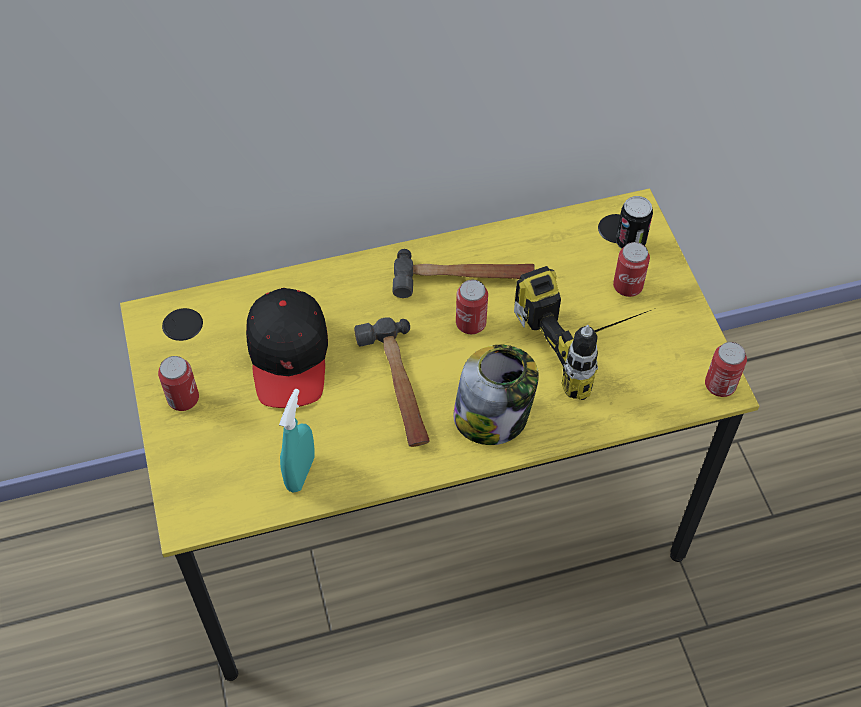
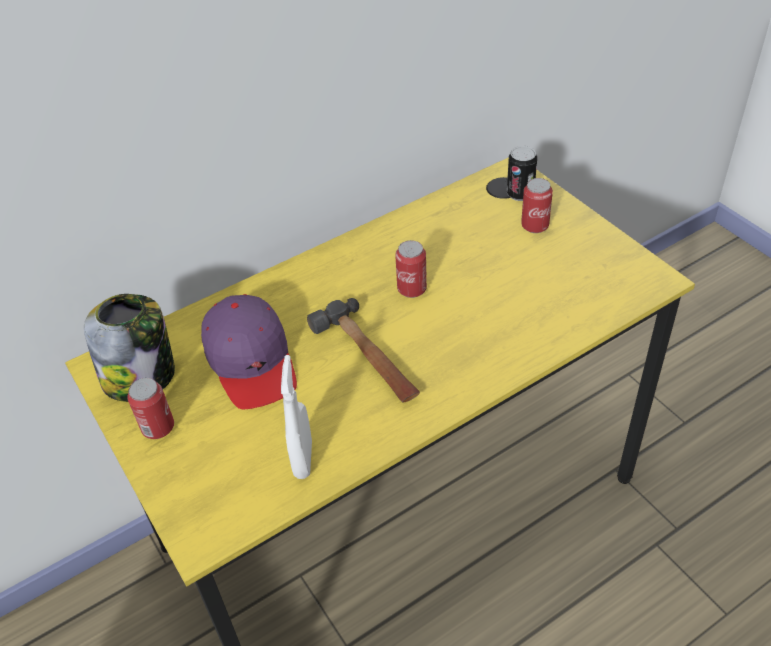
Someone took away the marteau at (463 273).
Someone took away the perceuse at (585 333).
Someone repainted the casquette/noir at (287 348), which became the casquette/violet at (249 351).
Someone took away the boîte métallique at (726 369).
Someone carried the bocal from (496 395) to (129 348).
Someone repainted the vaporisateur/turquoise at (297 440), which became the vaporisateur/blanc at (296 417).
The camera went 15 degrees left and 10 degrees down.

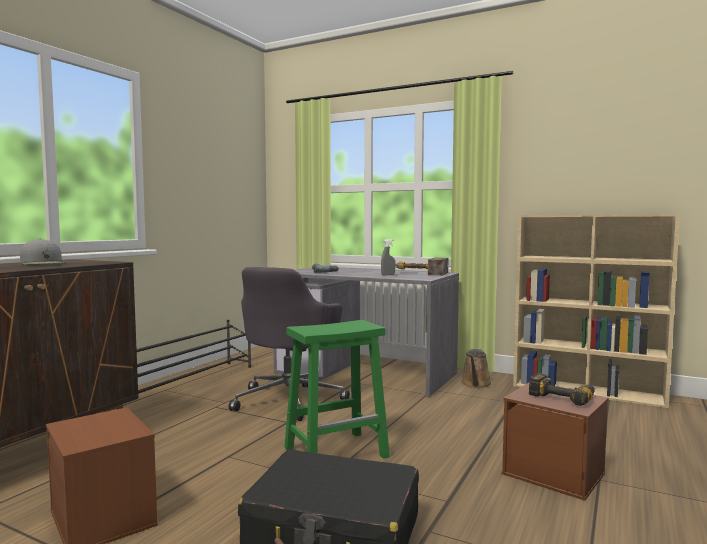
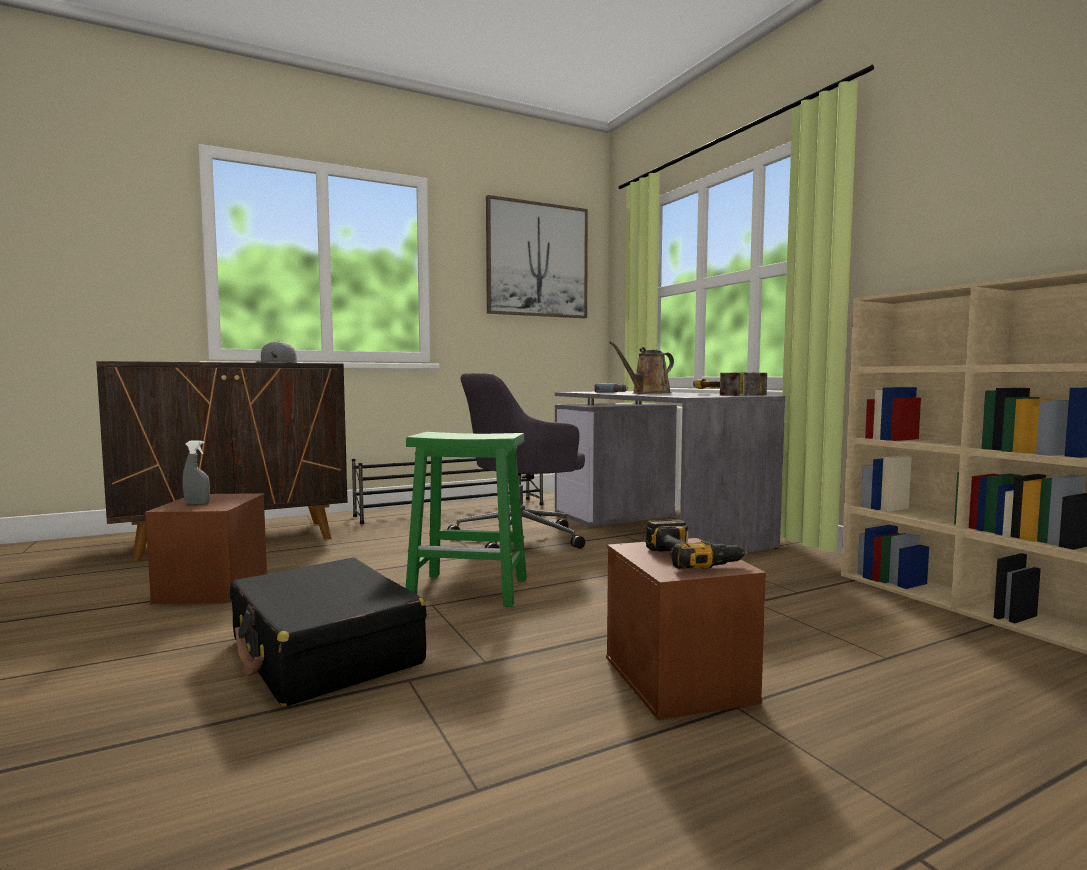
Someone carried the vaporisateur/gris from (388 257) to (196 472).
Someone carried the arrosoir/marron from (476 368) to (642 368).
Someone put up the tableau at (537 256).
The camera went 35 degrees right and 0 degrees up.

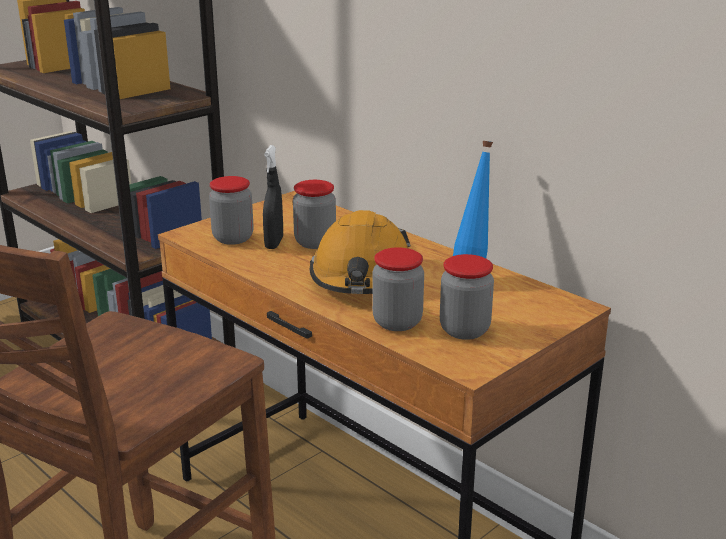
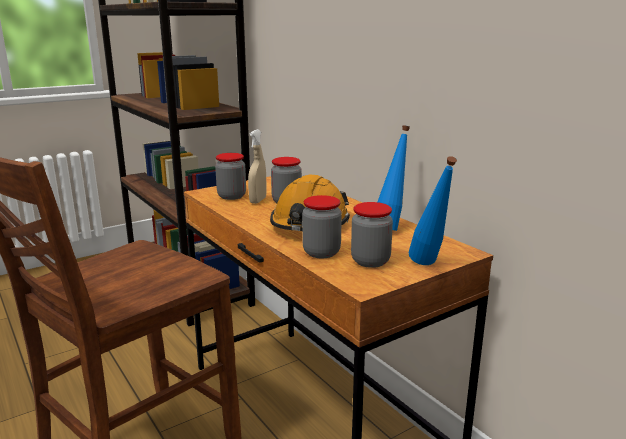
Someone repainted the vaporisateur/noir at (273 197), which became the vaporisateur/beige at (257 167).
Someone put down the bouteille/bleu at (433 210).
The camera went 10 degrees right and 5 degrees down.

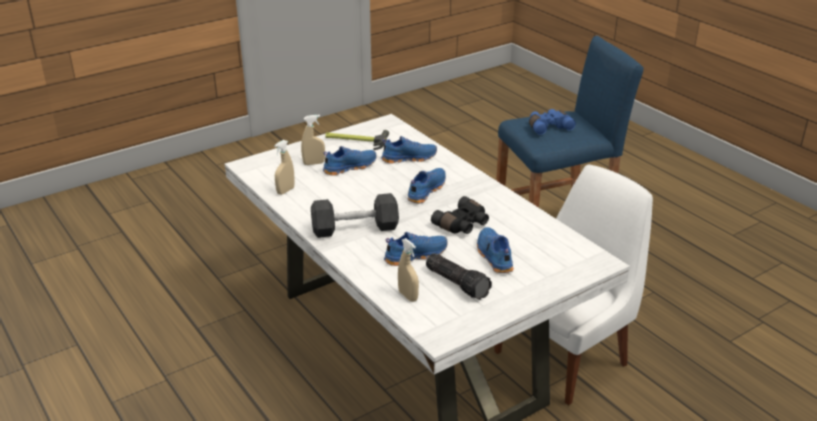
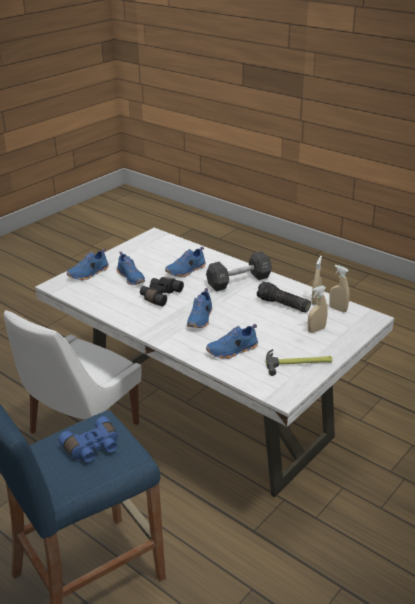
Someone carried the chaussure/bleu from (350 161) to (88 264).
Someone carried the vaporisateur/beige from (408 270) to (339 288).
Someone carried the lampe de poche from (459 276) to (284 297).
The camera went 165 degrees right and 0 degrees up.

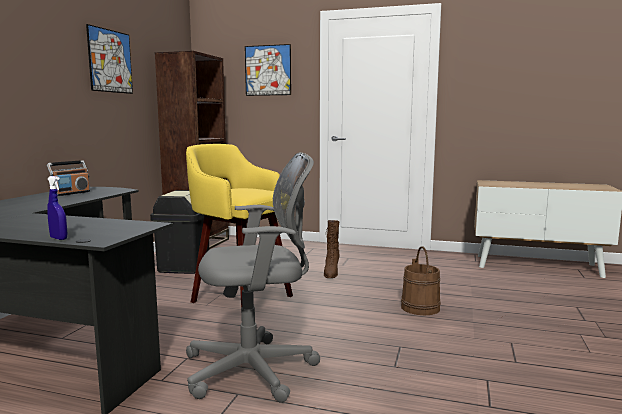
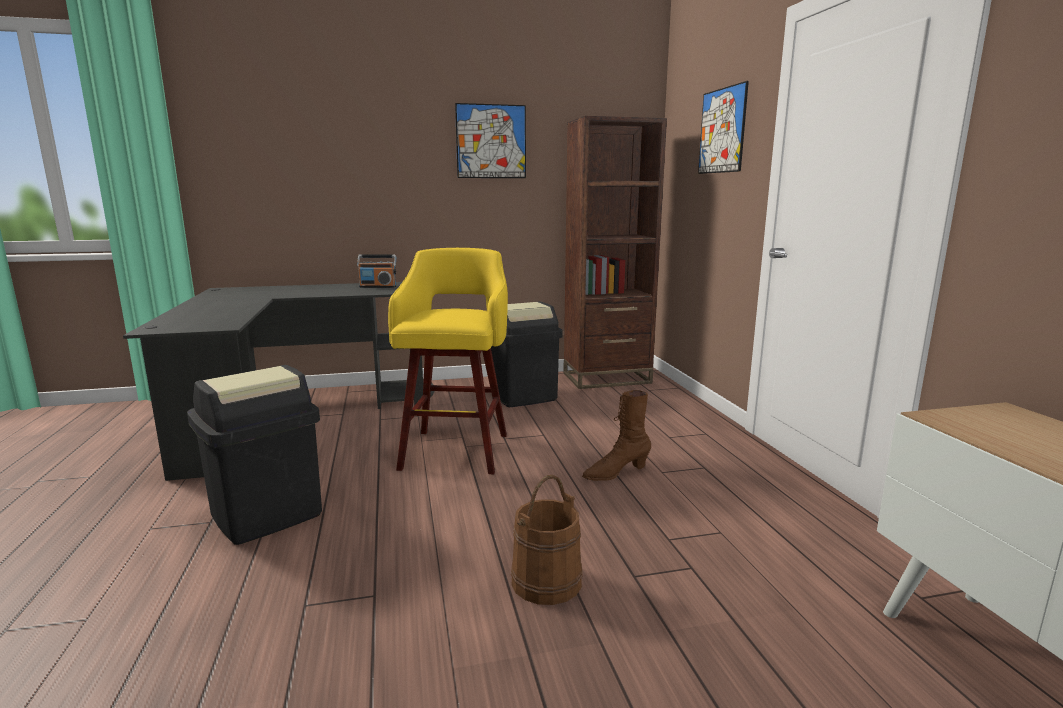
Someone swapped the chaise de bureau/gris at (253 277) for the poubelle/noir at (254 455).
Someone took away the vaporisateur/bleu at (57 208).
The camera went 60 degrees right and 5 degrees up.

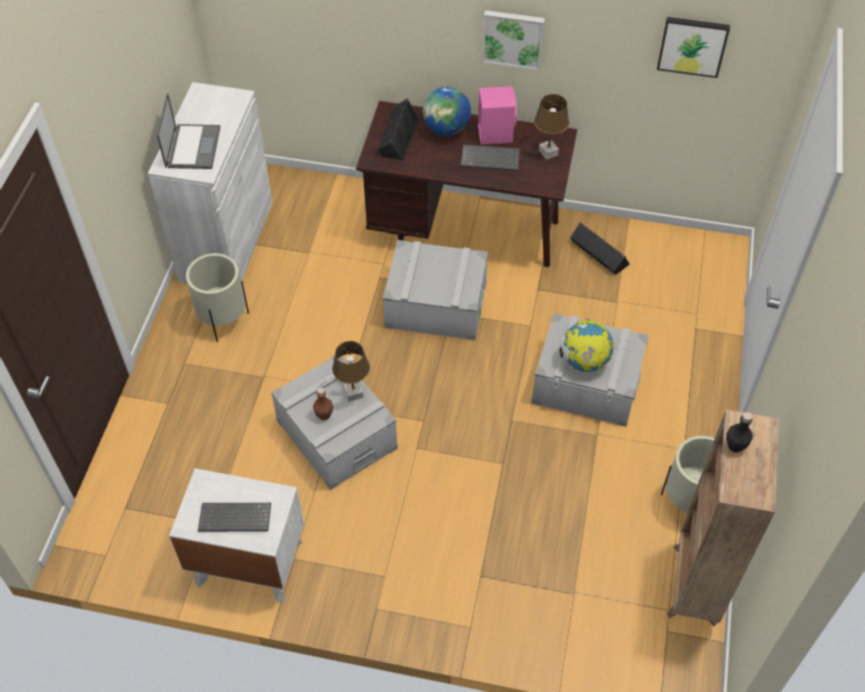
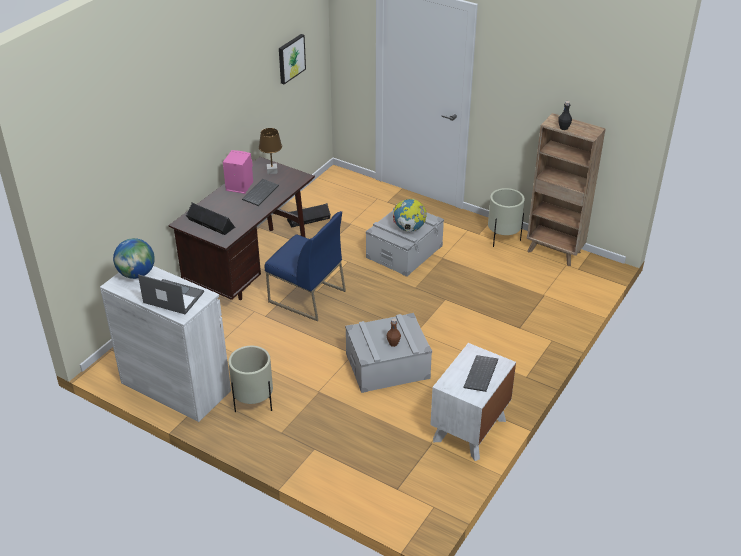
Someone took away the tableau at (513 40).
Someone carried the globe from (447 111) to (134 258).
Someone swapped the boîte de rangement/gris at (435 290) for the chaise/bleu at (305 266).
Someone took away the lampe de table/marron at (351 371).
The camera went 70 degrees left and 15 degrees down.

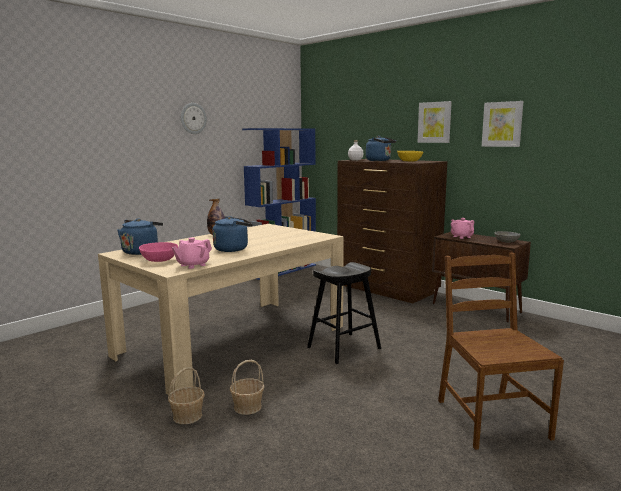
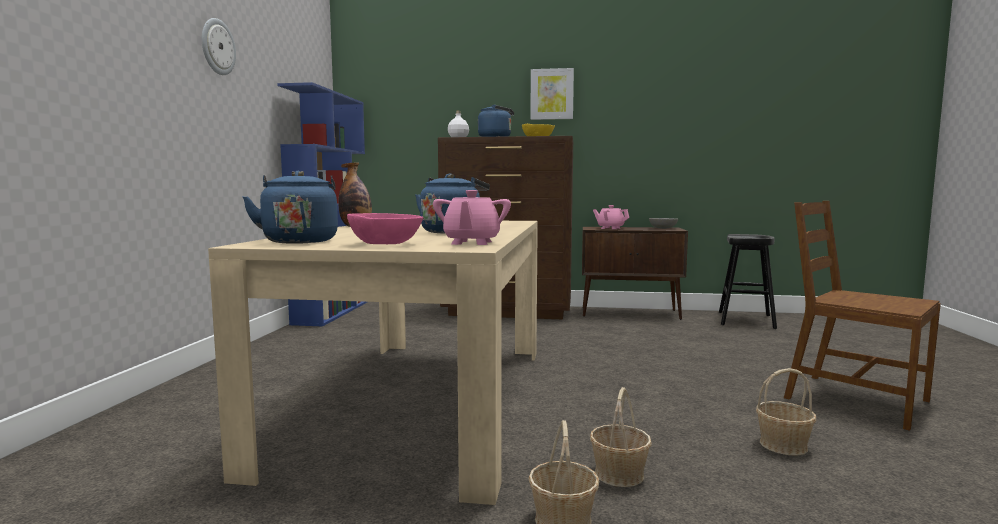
Someone took away the tableau at (503 124).
Someone carried the tabouret/noir from (344 313) to (748 281).
Someone put down the panier at (786 412).
The camera went 35 degrees left and 5 degrees down.

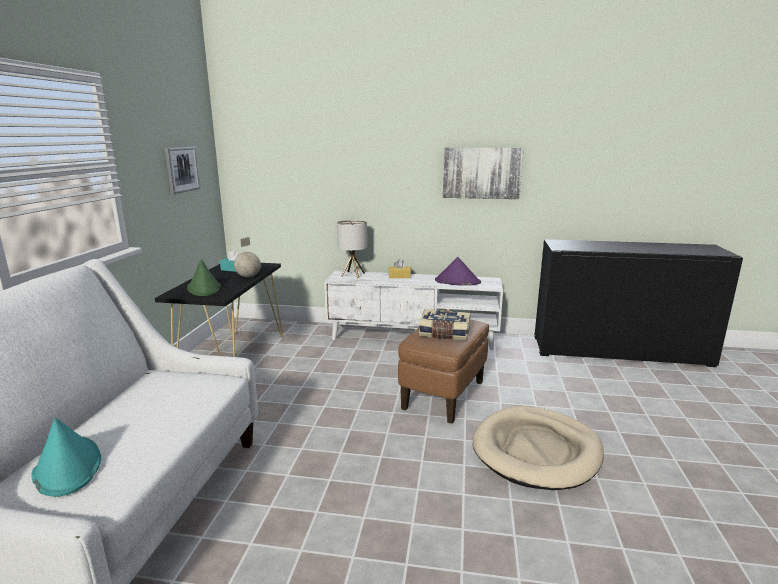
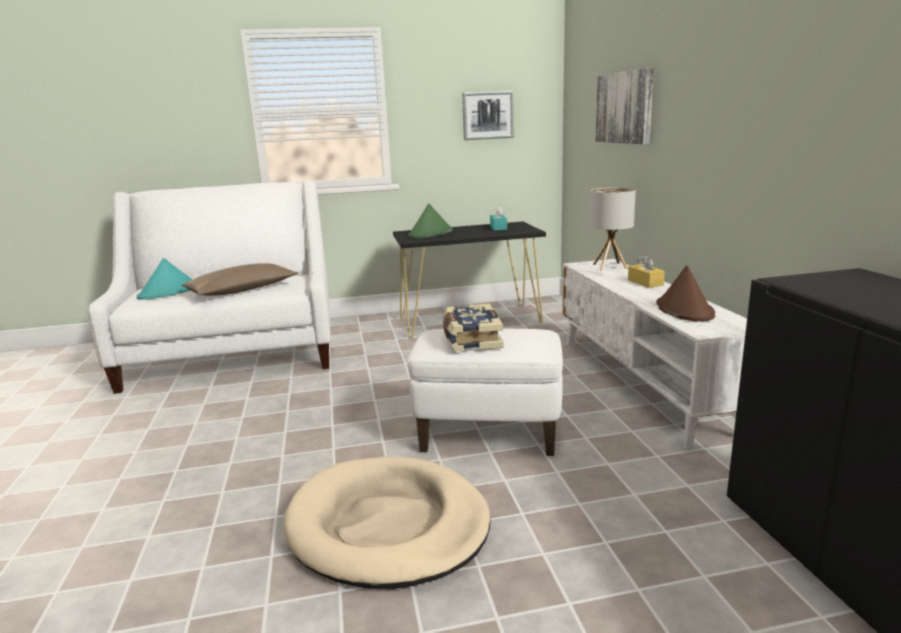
Someone carried the tableau from (483 173) to (625 105).
Someone took away the globe at (247 257).
Someone repainted the chapeau/violet at (458 271), which became the chapeau/marron at (685 293).
Someone repainted the pouf/marron at (443 371), which became the pouf/blanc at (485 392).
Someone put down the coussin/marron at (240 279).
The camera went 70 degrees right and 0 degrees up.

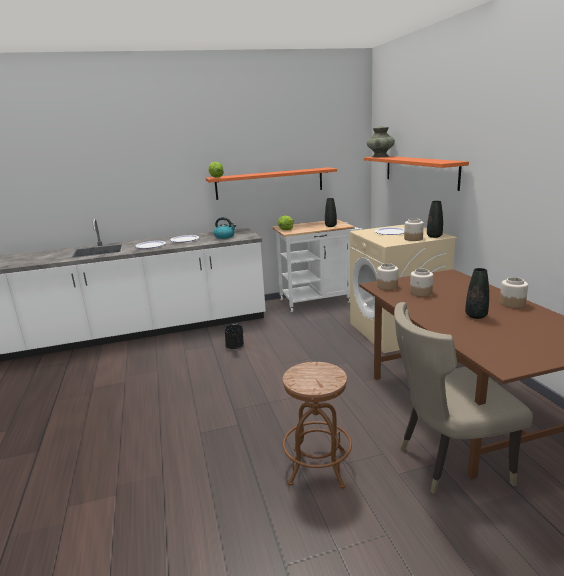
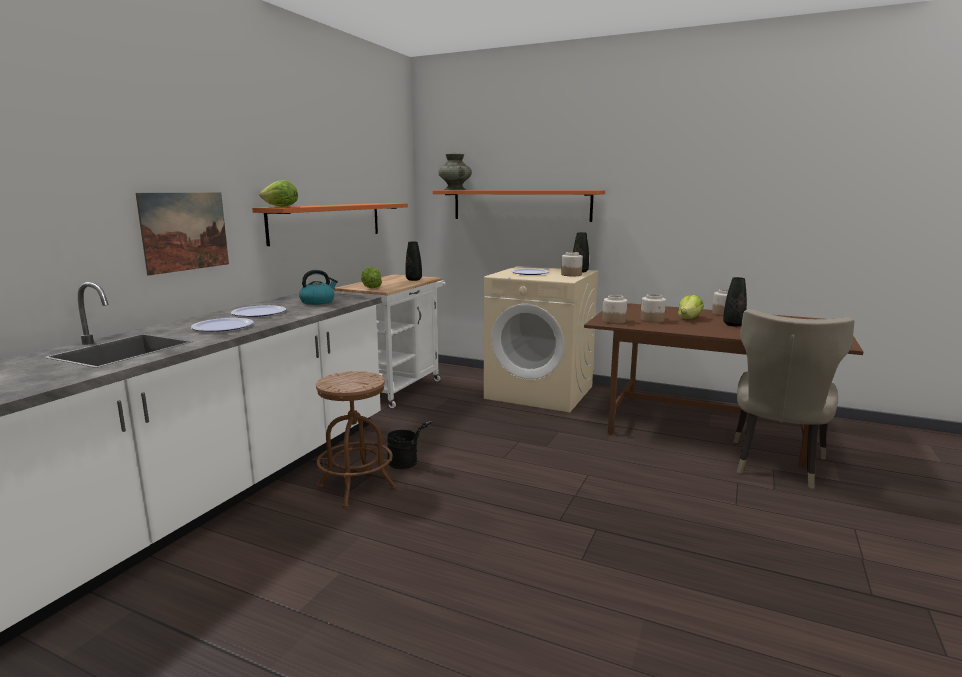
Someone carried the tabouret/marron from (317 425) to (356 439).
Someone put up the tableau at (182 233).
Someone put down the laitue at (691 307).
The camera went 50 degrees left and 5 degrees down.

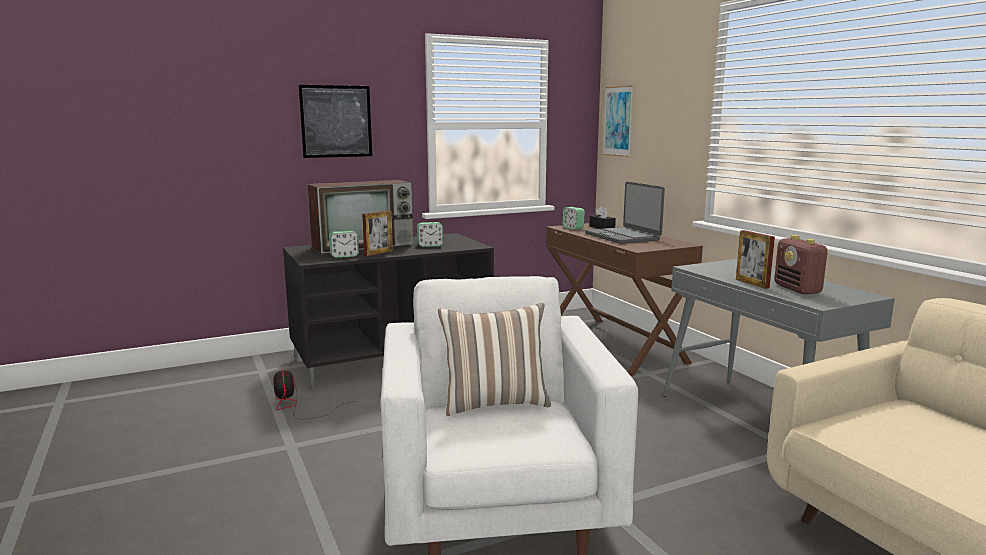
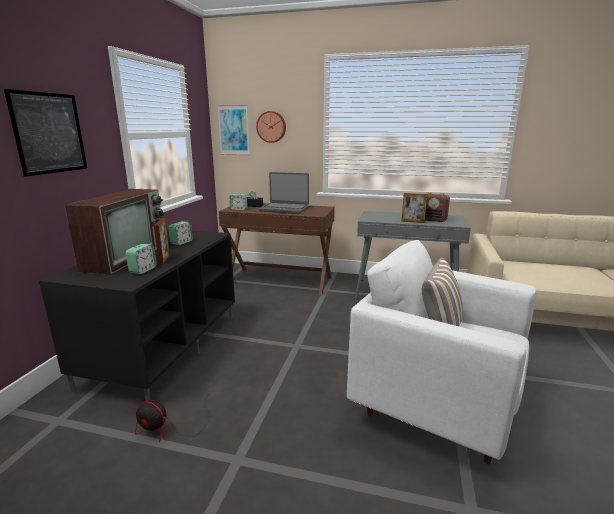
Someone put up the horloge murale at (271 127).
The camera went 50 degrees left and 5 degrees up.

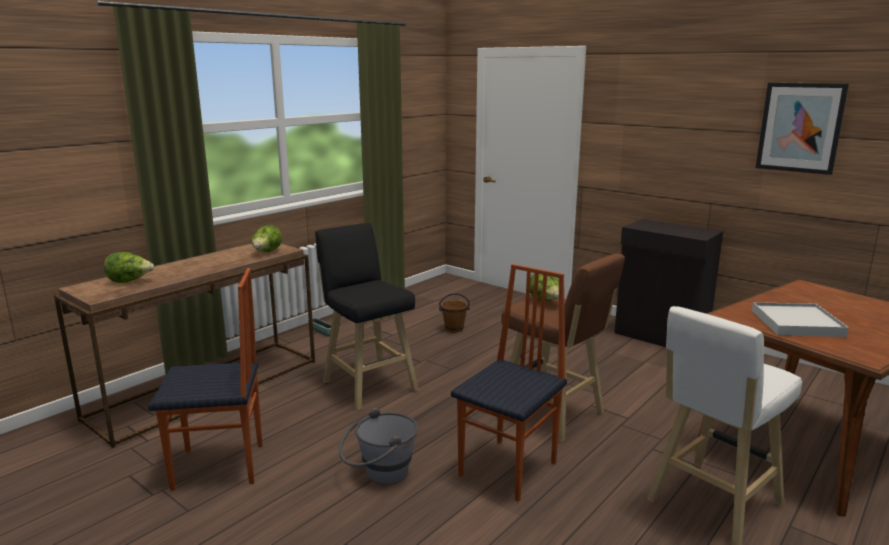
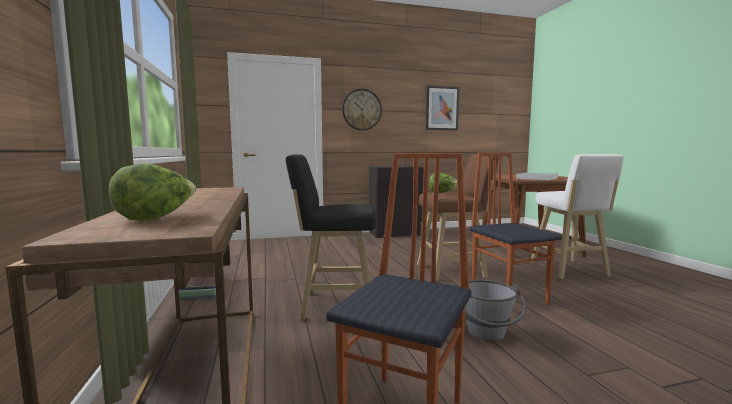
Someone took away the laitue at (267 238).
Someone took away the seau/marron at (454 313).
Someone put up the horloge murale at (362 109).
The camera went 55 degrees left and 10 degrees down.

